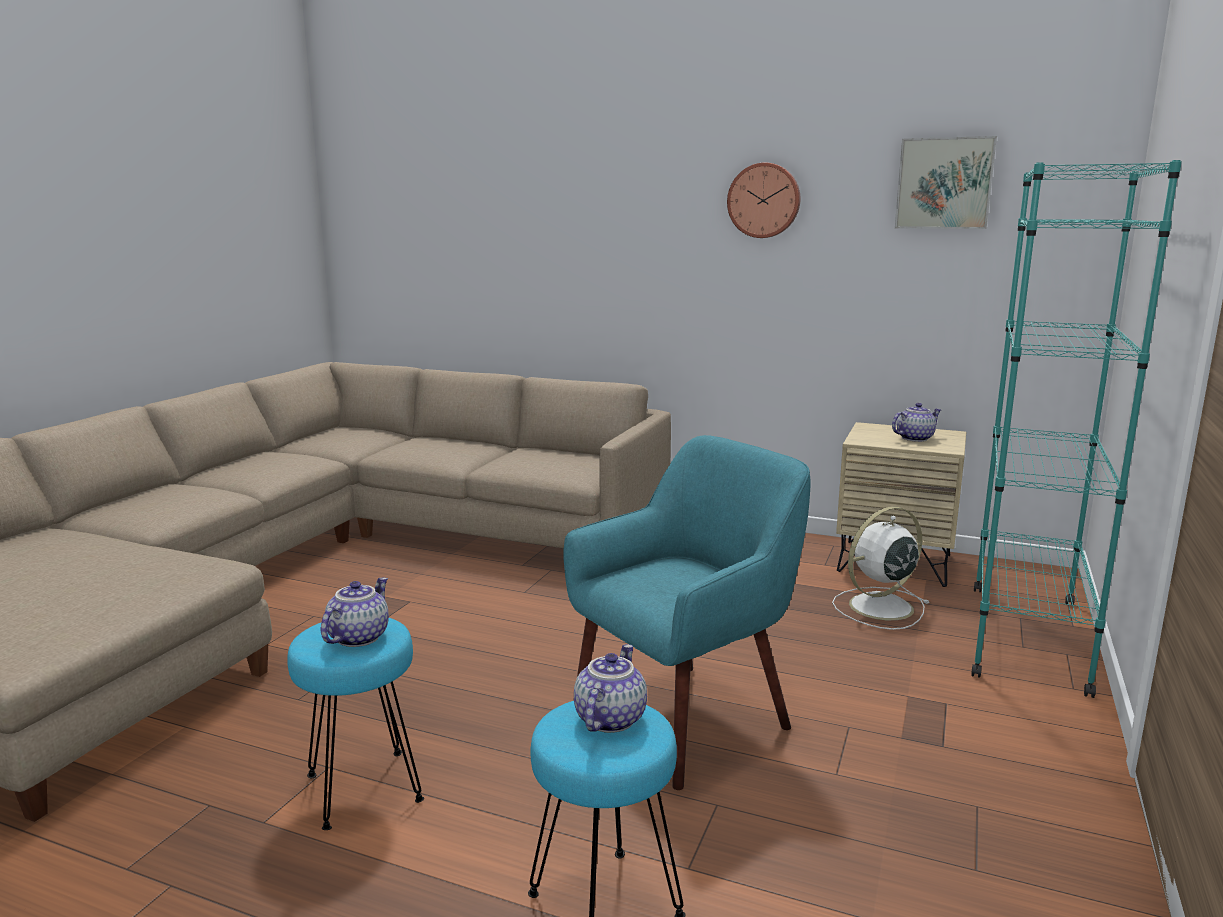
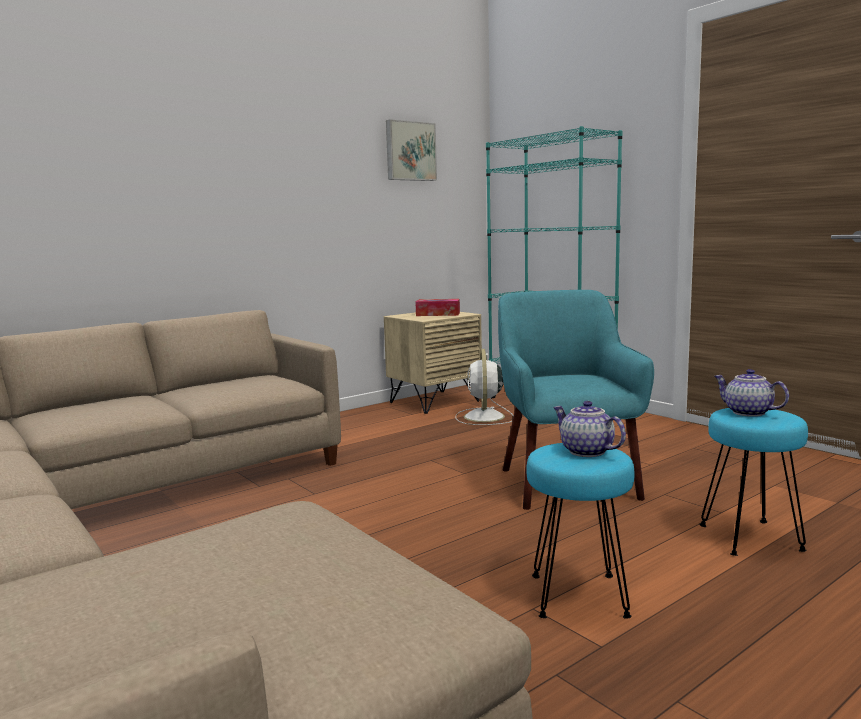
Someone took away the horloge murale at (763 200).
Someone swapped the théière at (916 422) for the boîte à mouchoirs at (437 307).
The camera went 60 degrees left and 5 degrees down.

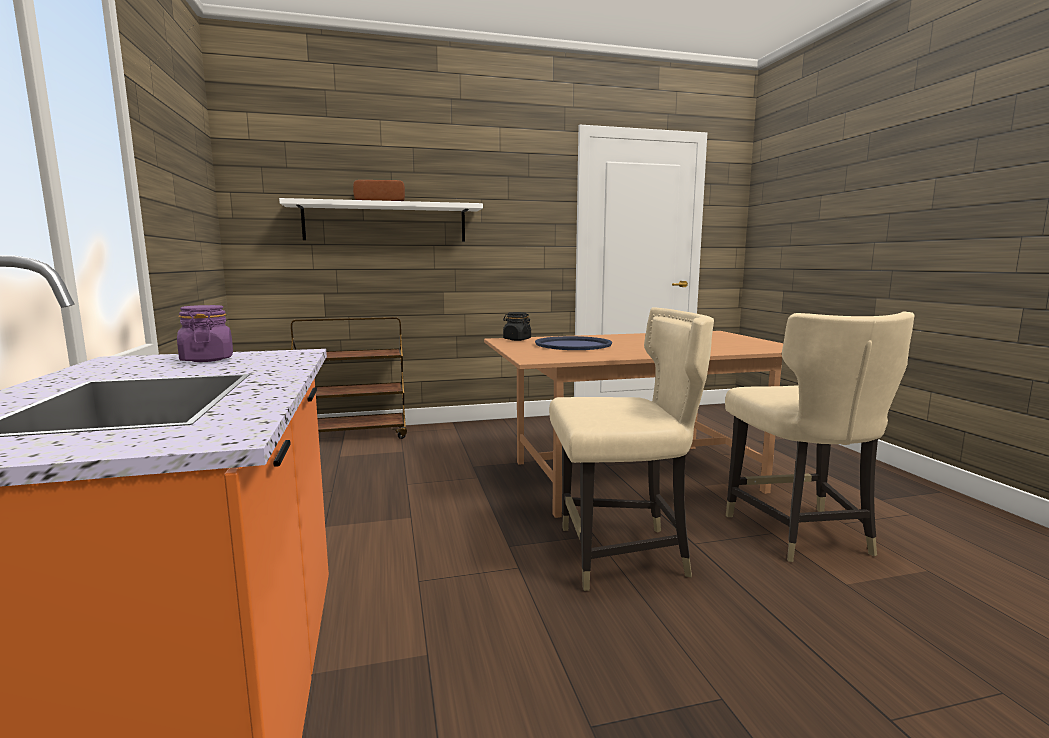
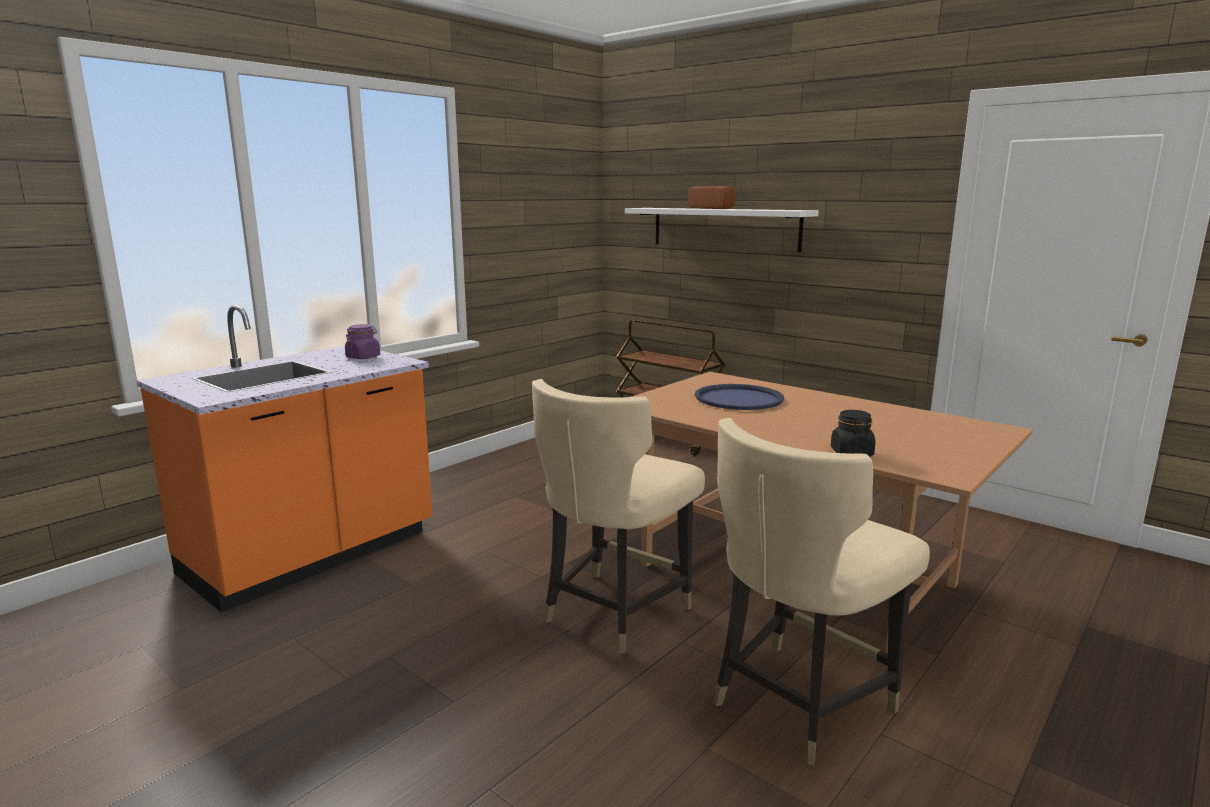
Someone rotated the chaise/beige at (631 449) by 75 degrees clockwise.
Someone carried the bocal/noir from (517 326) to (853 433).
The camera went 55 degrees right and 5 degrees up.

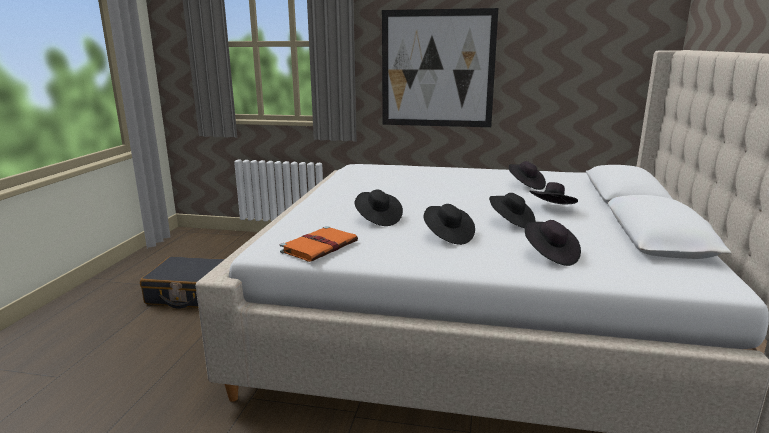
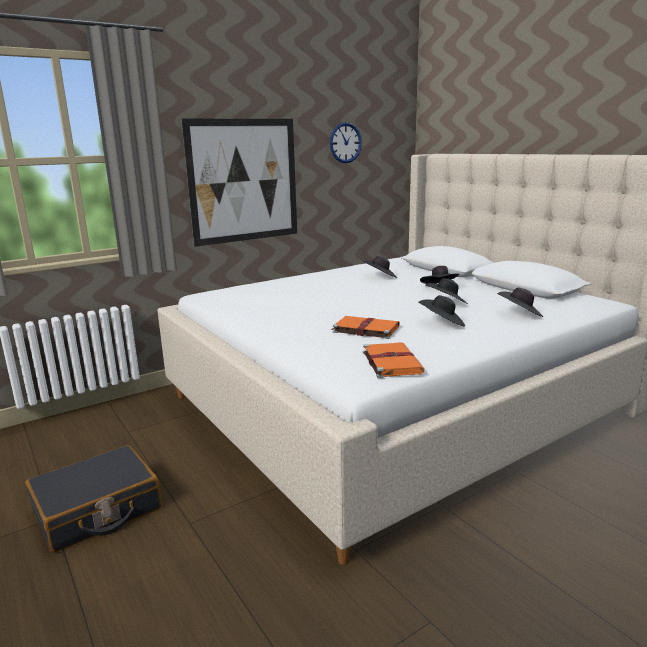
Someone swapped the chapeau/noir at (379 208) for the livre/orange at (365 327).
Someone put up the horloge murale at (346 142).
The camera went 45 degrees left and 0 degrees up.

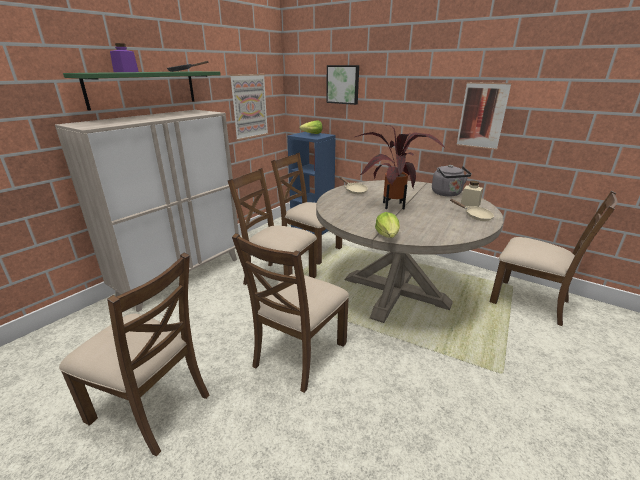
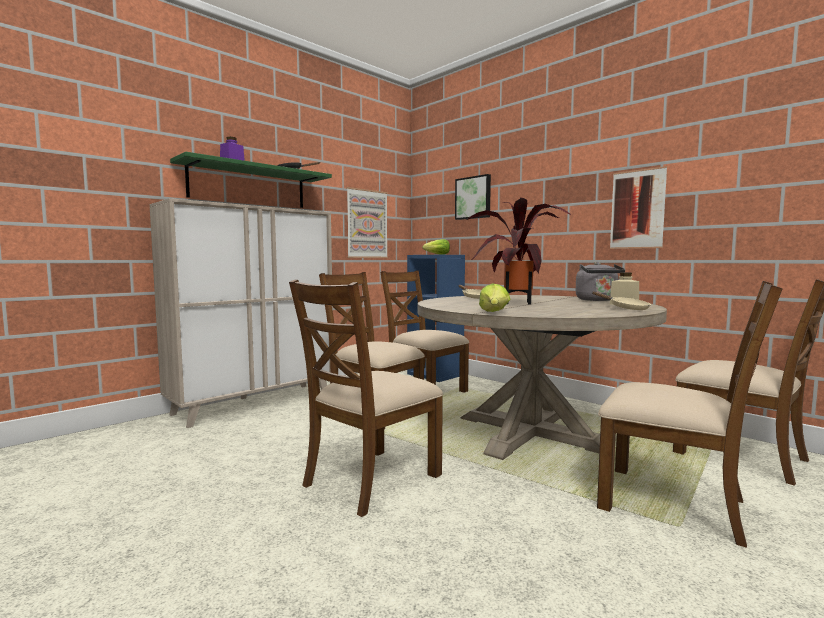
Someone carried the chaise/marron from (134 354) to (689 414).
The camera went 10 degrees right and 20 degrees down.

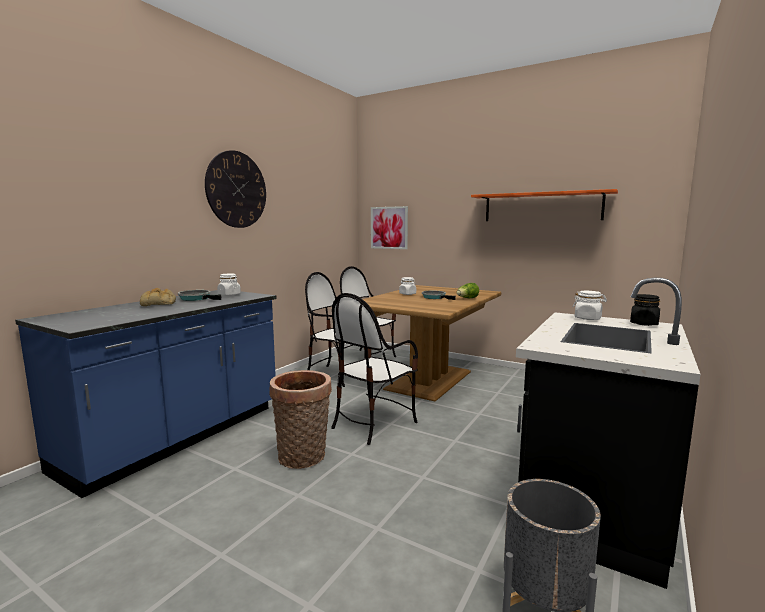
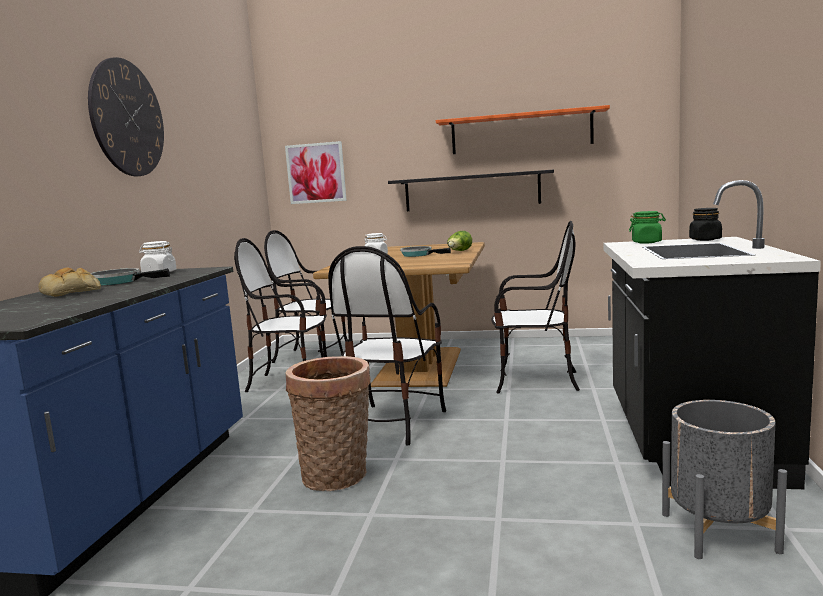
Someone repainted the bocal/blanc at (590 305), which became the bocal/vert at (647 227).
Someone put up the étagère/noir at (471 190).
Someone put down the chaise at (535 307).
The camera went 20 degrees left and 0 degrees up.

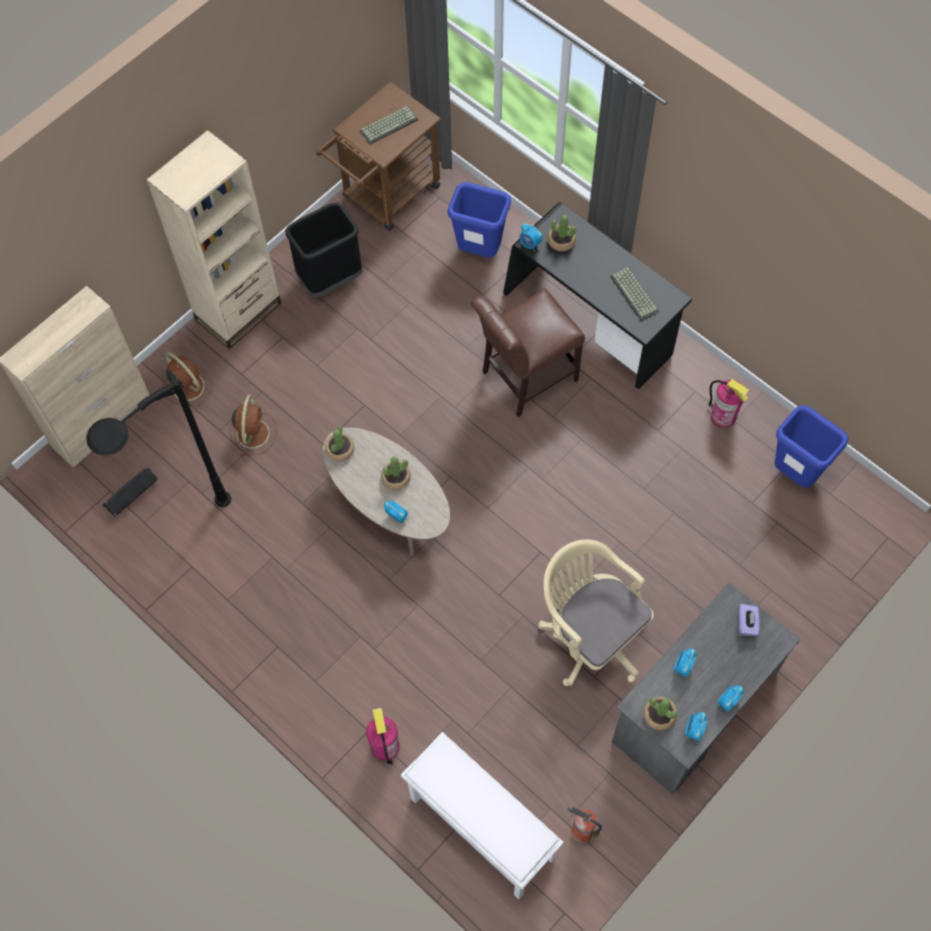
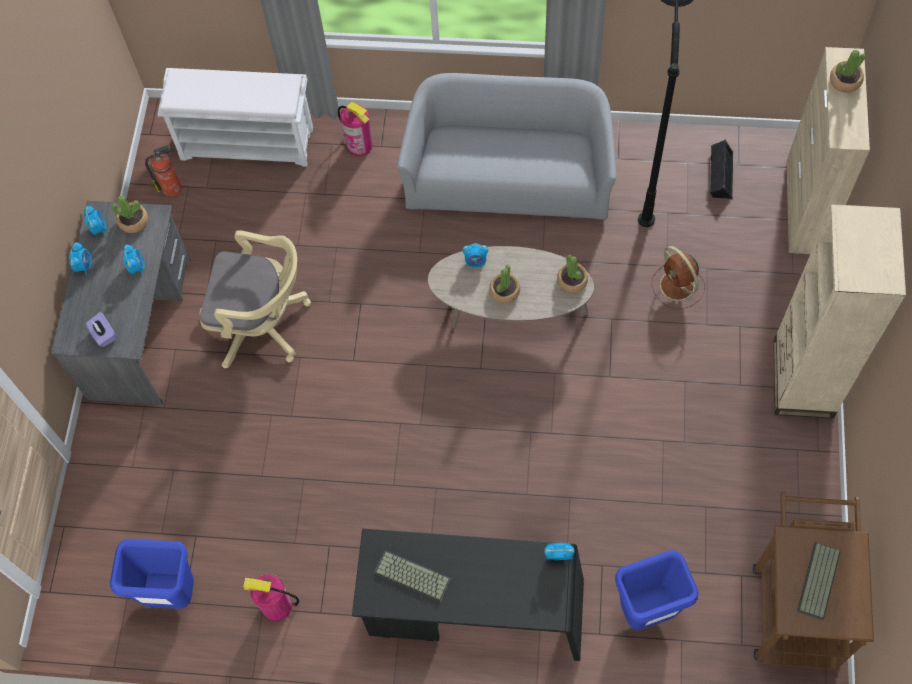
Someone took away the poubelle/noir at (323 250).
Someone carried the plante en pot from (562 233) to (848 71).
Someone took away the chaise/marron at (528 352).
Someone took away the ventilateur/marron at (187 380).
Someone put down the canapé/gris at (506 146).
The camera went 145 degrees right and 0 degrees up.

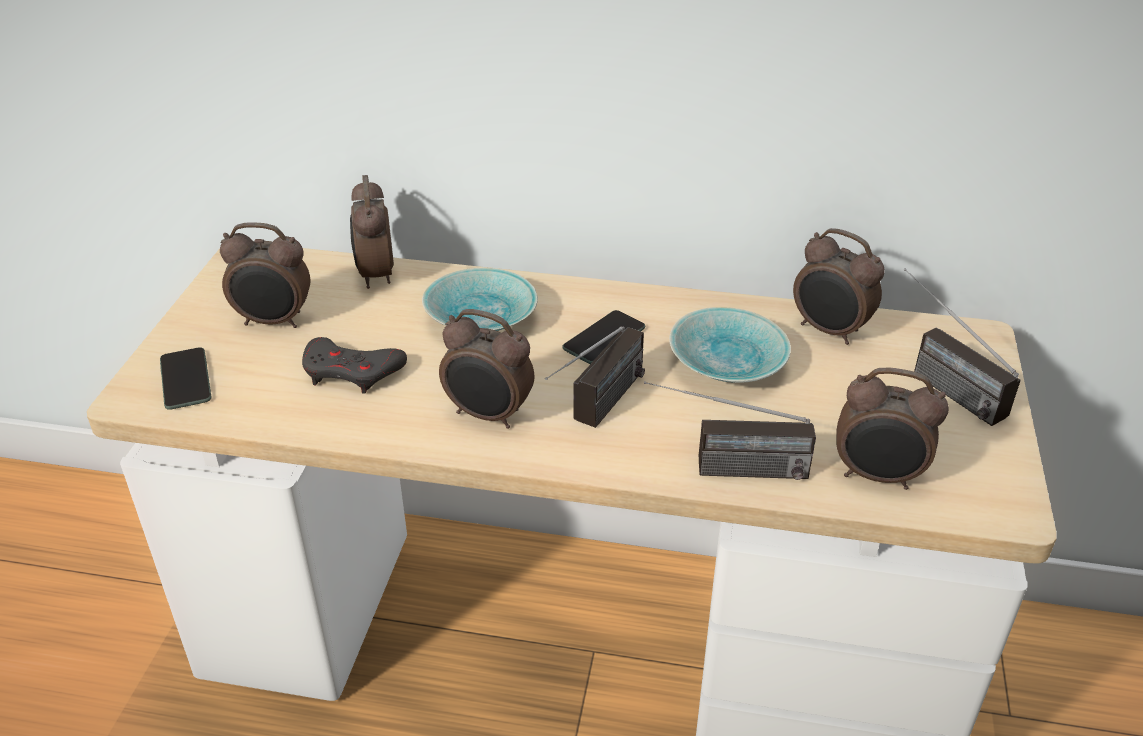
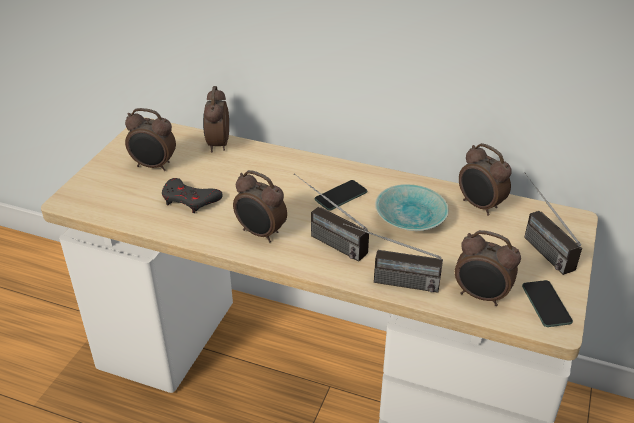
Someone took away the bol/turquoise at (480 299).
Someone rotated the radio at (595 377) by 90 degrees clockwise.
Someone carried the téléphone from (185 378) to (547 303).
The camera went 10 degrees right and 0 degrees up.

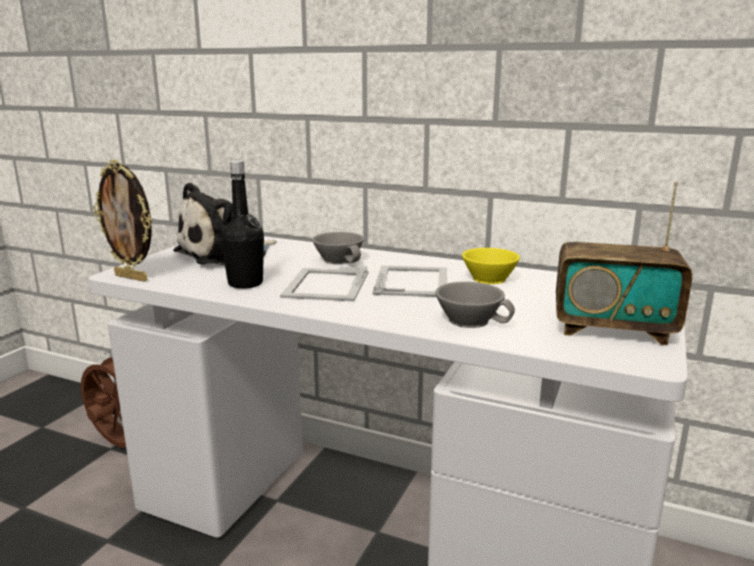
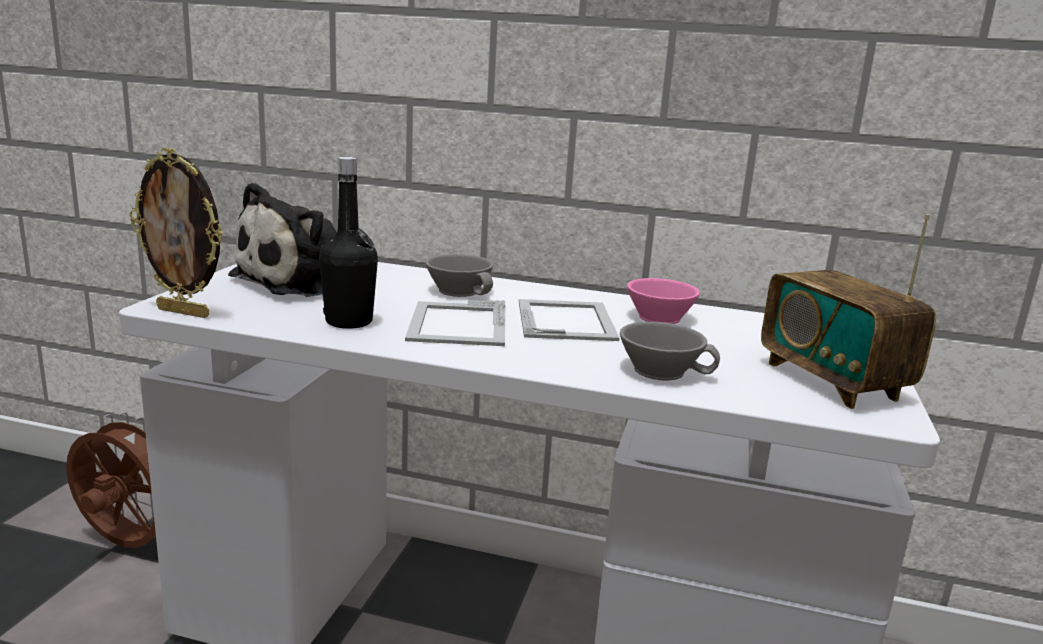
Someone rotated the radio at (624 263) by 60 degrees clockwise.
Someone repainted the tasse/jaune at (491 266), which became the tasse/rose at (663 301).
The camera went 10 degrees left and 0 degrees up.

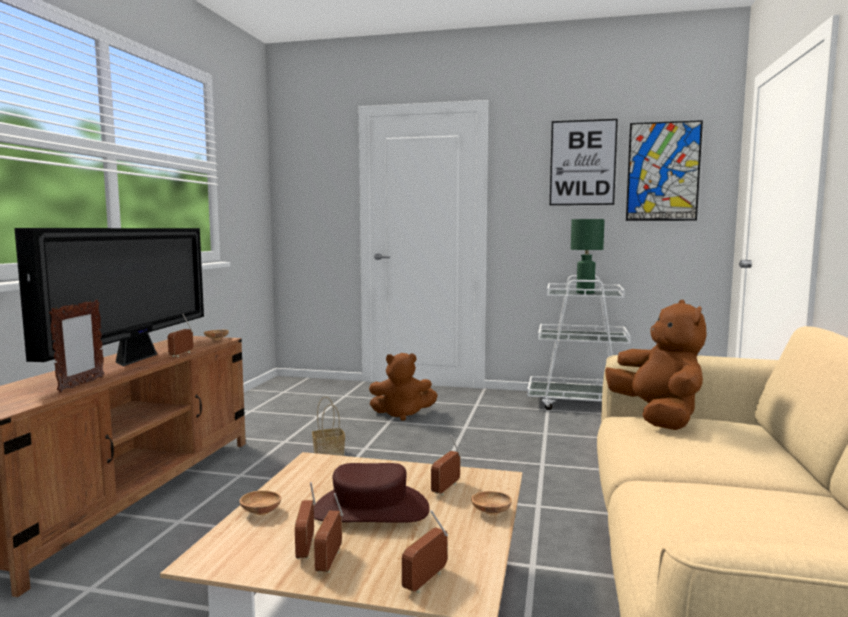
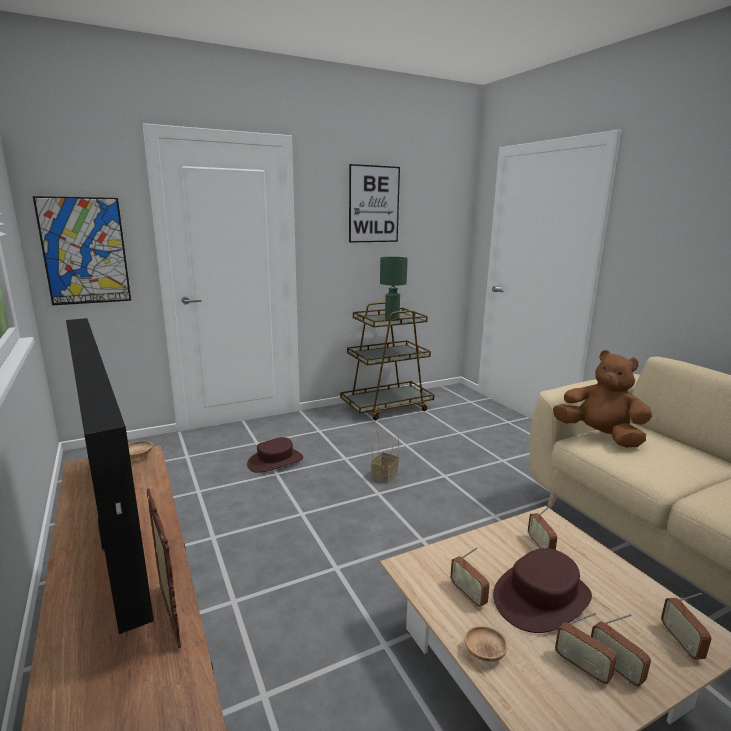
Someone carried the tableau from (664 170) to (82 250).
Someone repainted the chariot/blanc at (579 342), which became the chariot/marron at (387 361).
Someone carried the radio from (181 335) to (470 577).
Someone swapped the peluche/marron at (403 387) for the chapeau/marron at (275 455).
Someone carried the panier from (328 426) to (385 456).
Someone took away the bol/marron at (491 503).
The camera went 40 degrees left and 10 degrees up.

